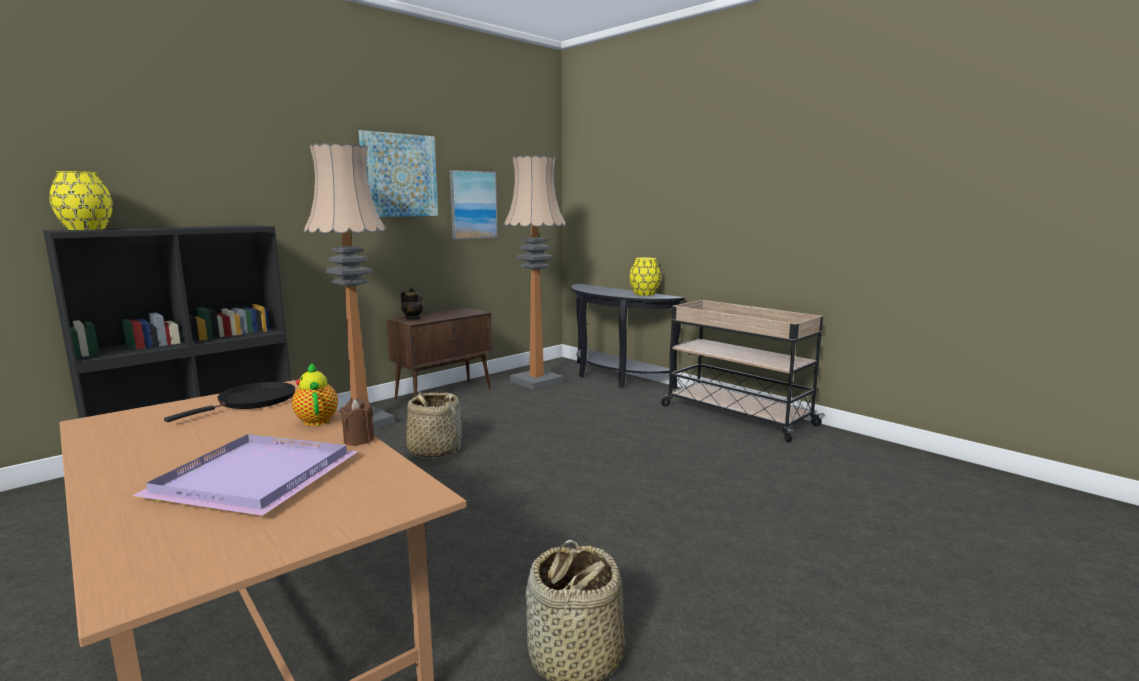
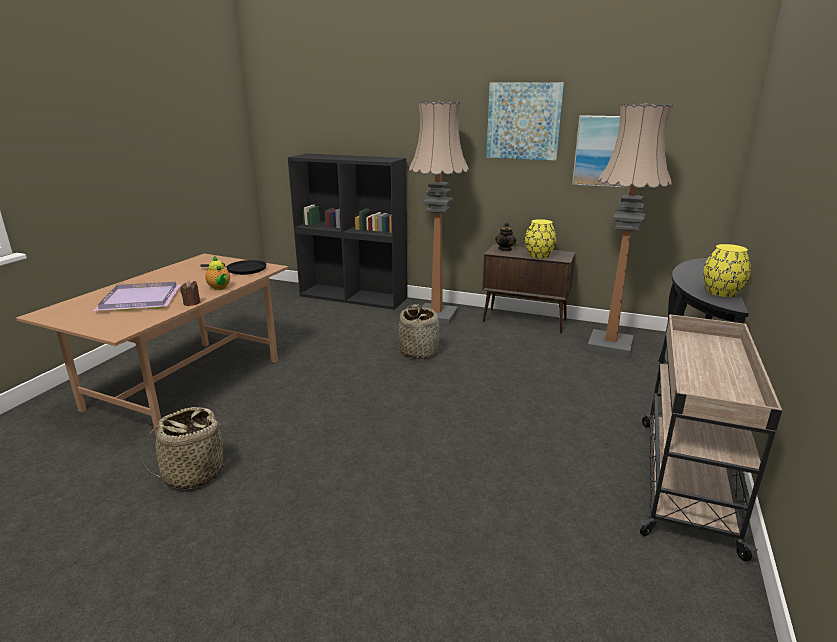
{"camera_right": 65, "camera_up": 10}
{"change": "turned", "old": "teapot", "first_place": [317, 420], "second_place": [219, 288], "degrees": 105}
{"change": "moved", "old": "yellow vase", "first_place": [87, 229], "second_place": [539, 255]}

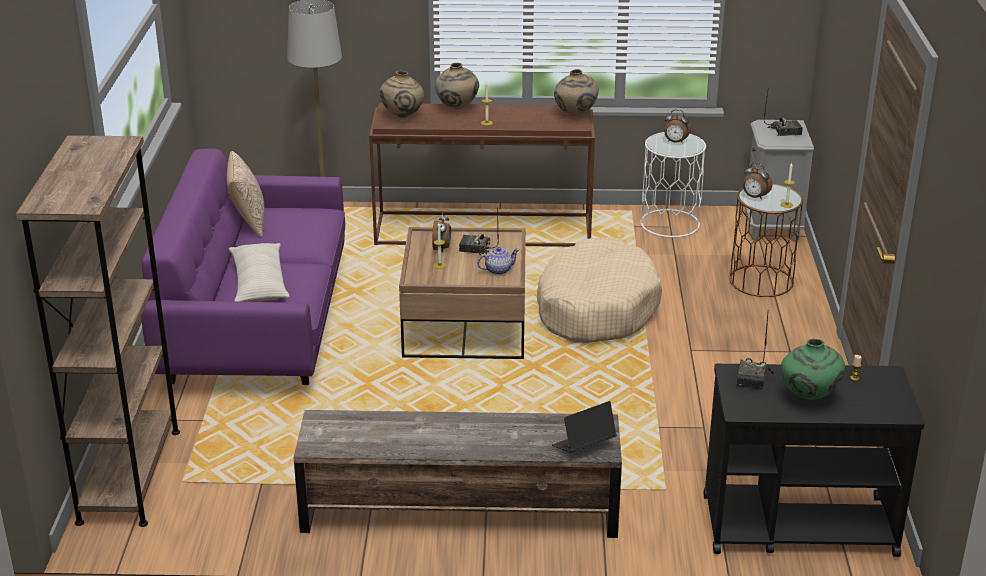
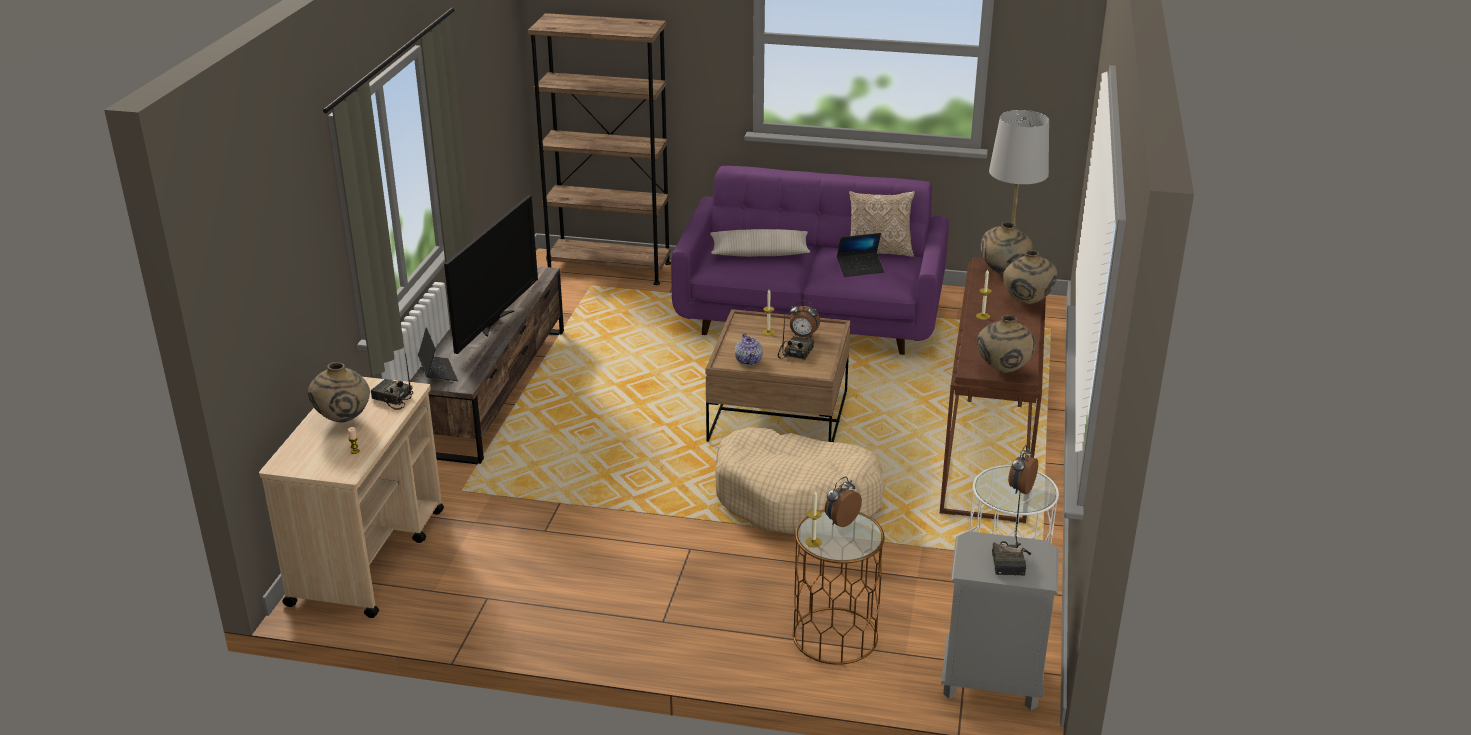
{"camera_right": 100, "camera_up": 0}
{"change": "recoloured", "old": "black cart", "new": "beige cart", "first_place": [797, 525], "second_place": [369, 555]}
{"change": "recoloured", "old": "green vase", "new": "beige vase", "first_place": [808, 398], "second_place": [343, 420]}
{"change": "added", "new": "television", "second_place": [495, 322]}
{"change": "added", "new": "laptop", "second_place": [860, 269]}

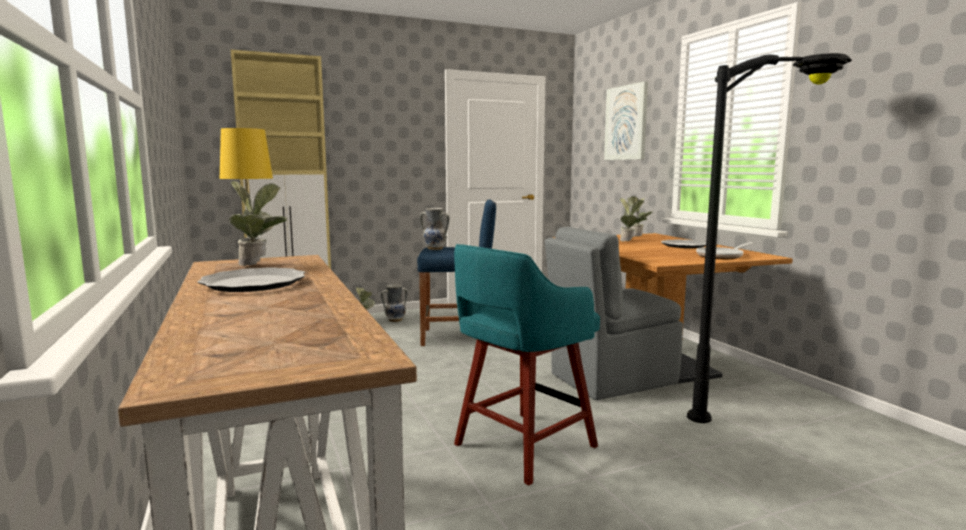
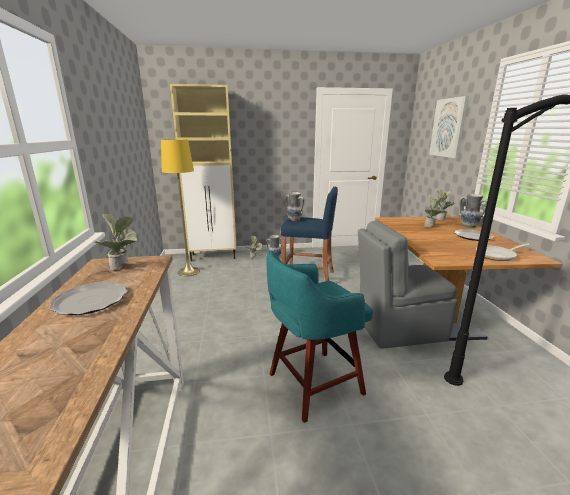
{"camera_right": 15, "camera_up": 10}
{"change": "added", "new": "vase", "second_place": [468, 226]}

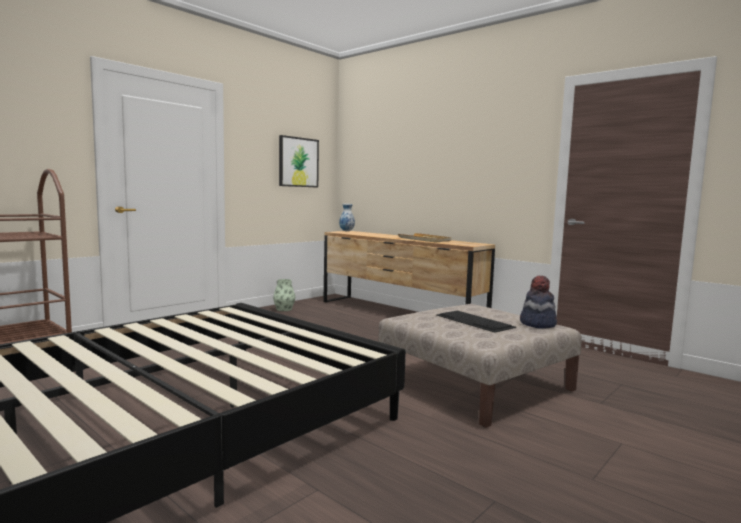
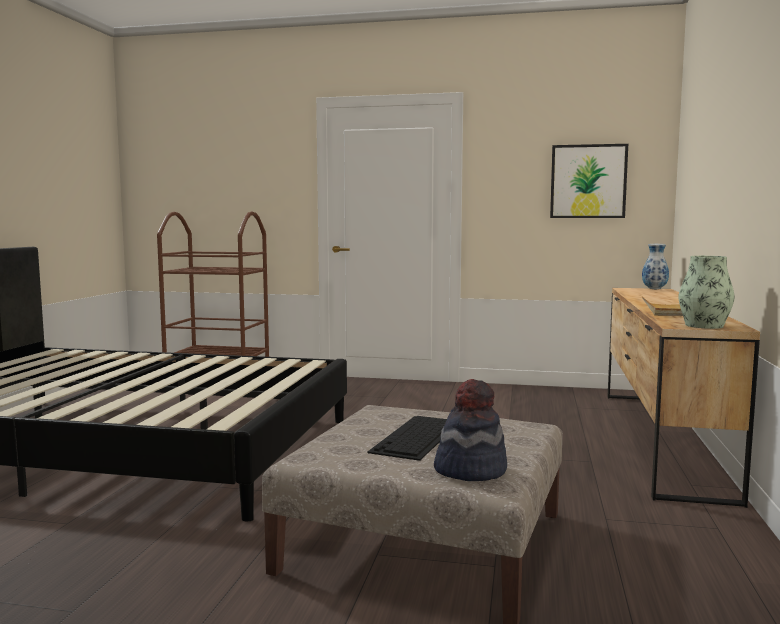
{"camera_right": 60, "camera_up": 0}
{"change": "moved", "old": "vase", "first_place": [284, 309], "second_place": [704, 325]}

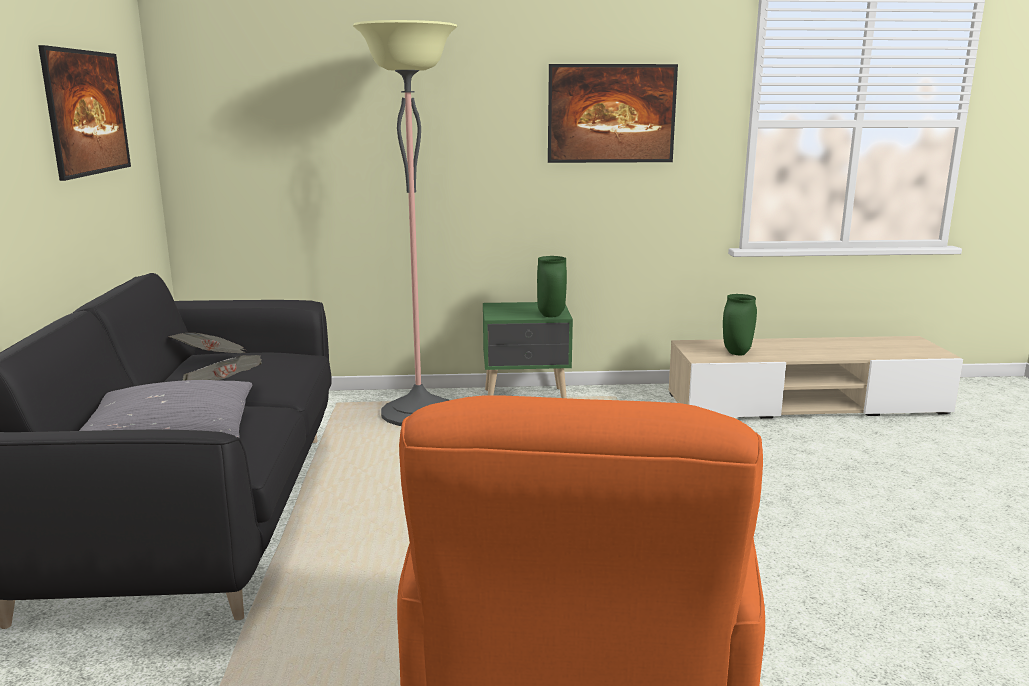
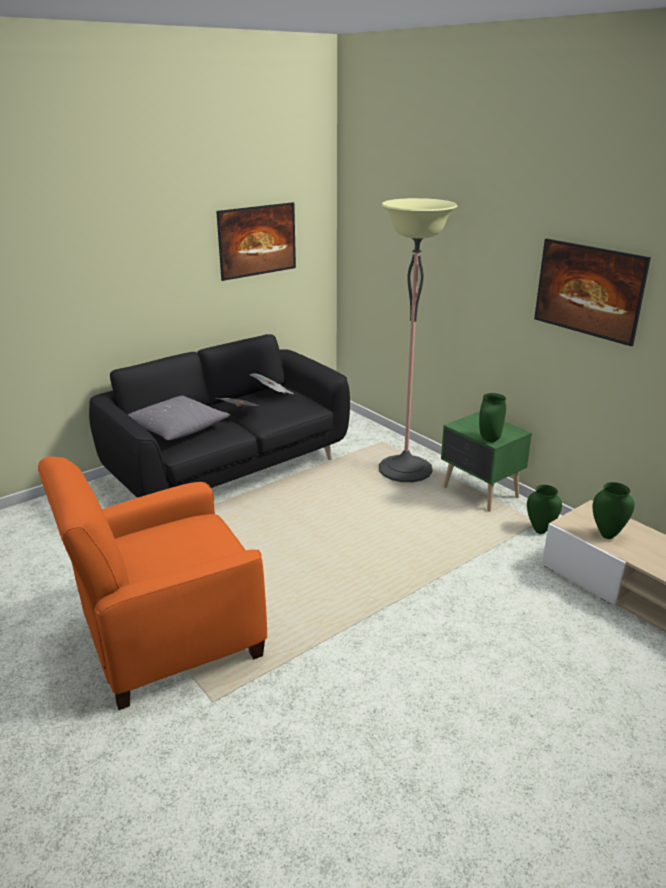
{"camera_right": 55, "camera_up": 10}
{"change": "added", "new": "green vase", "second_place": [540, 530]}

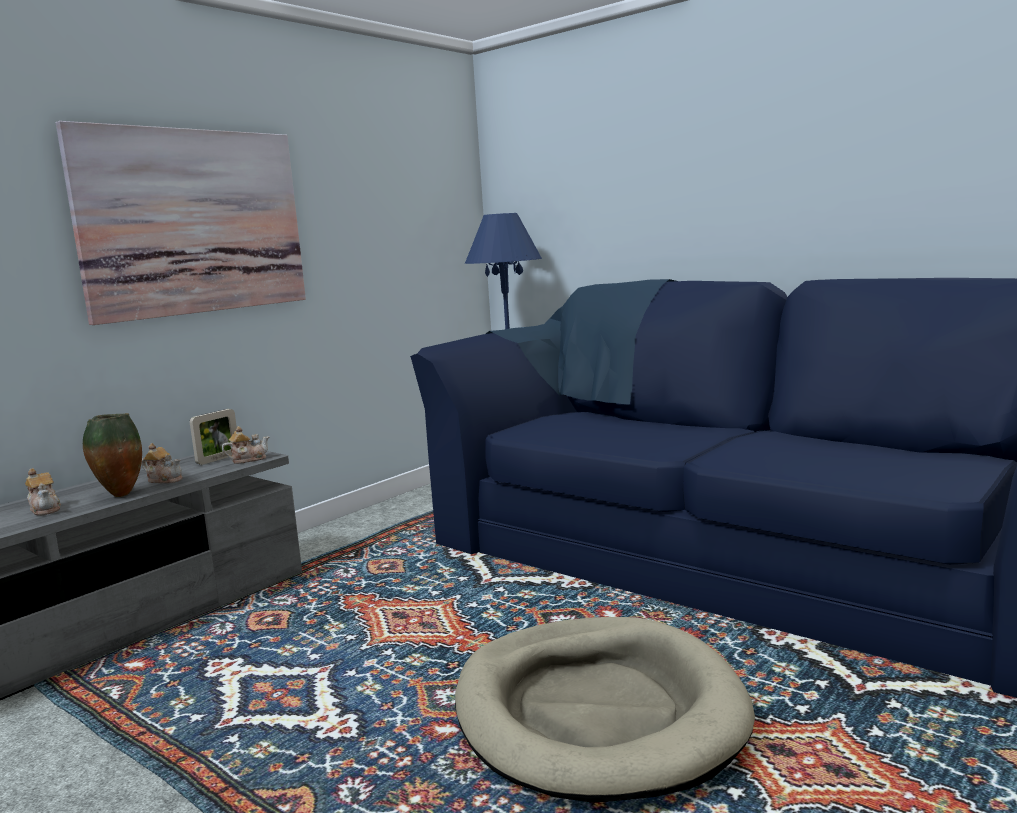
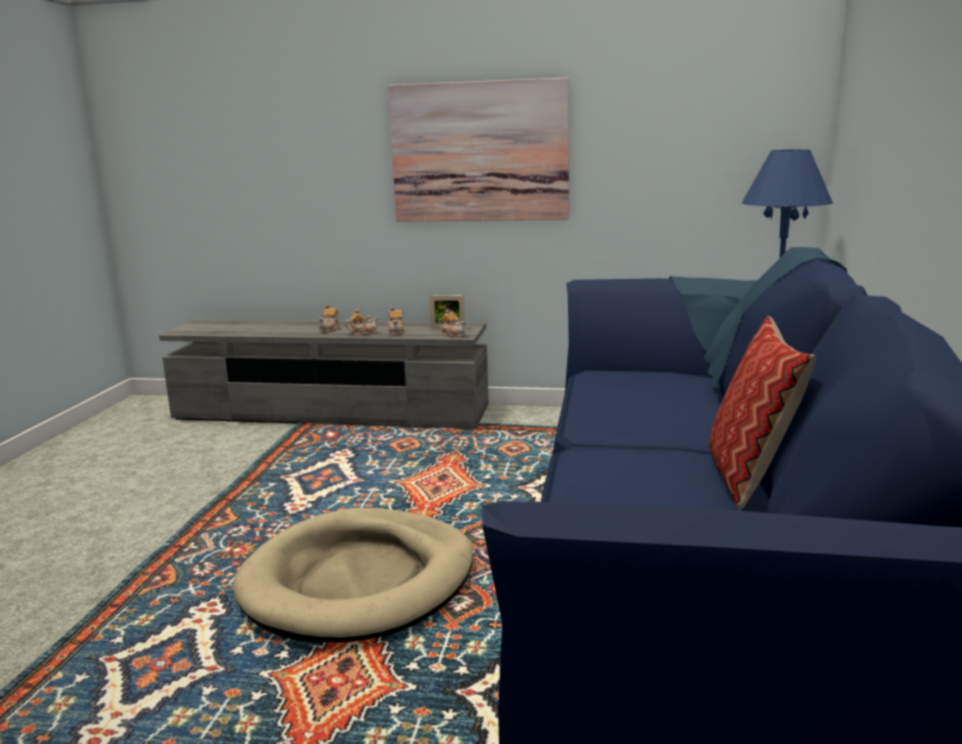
{"camera_right": 60, "camera_up": 5}
{"change": "replaced", "old": "vase", "new": "teapot", "first_place": [119, 495], "second_place": [362, 333]}
{"change": "added", "new": "pillow", "second_place": [749, 476]}

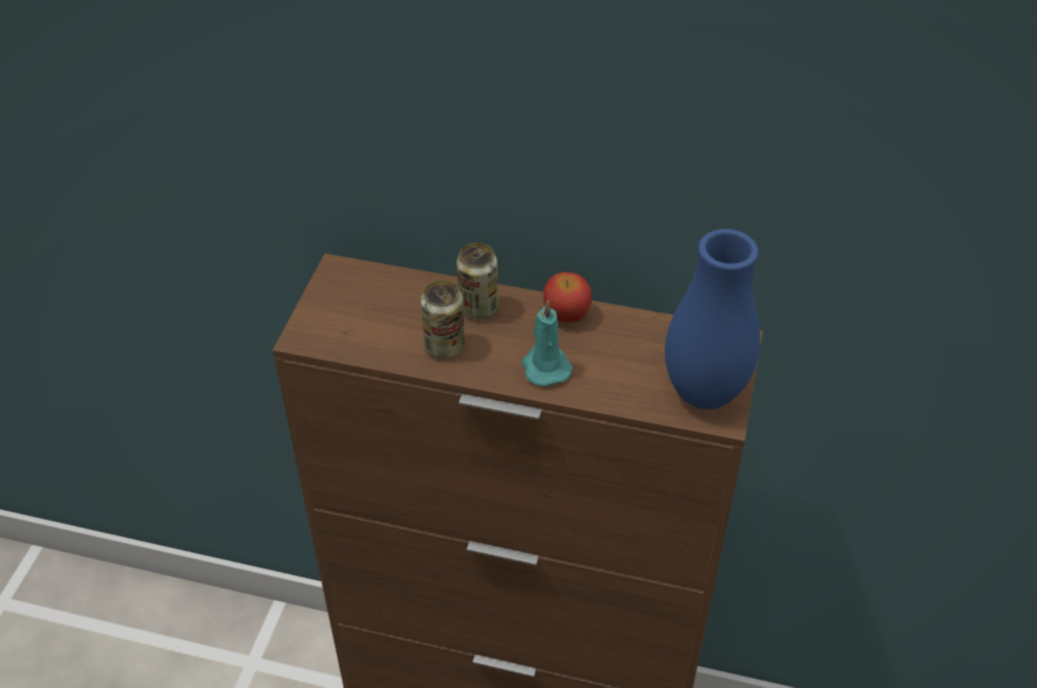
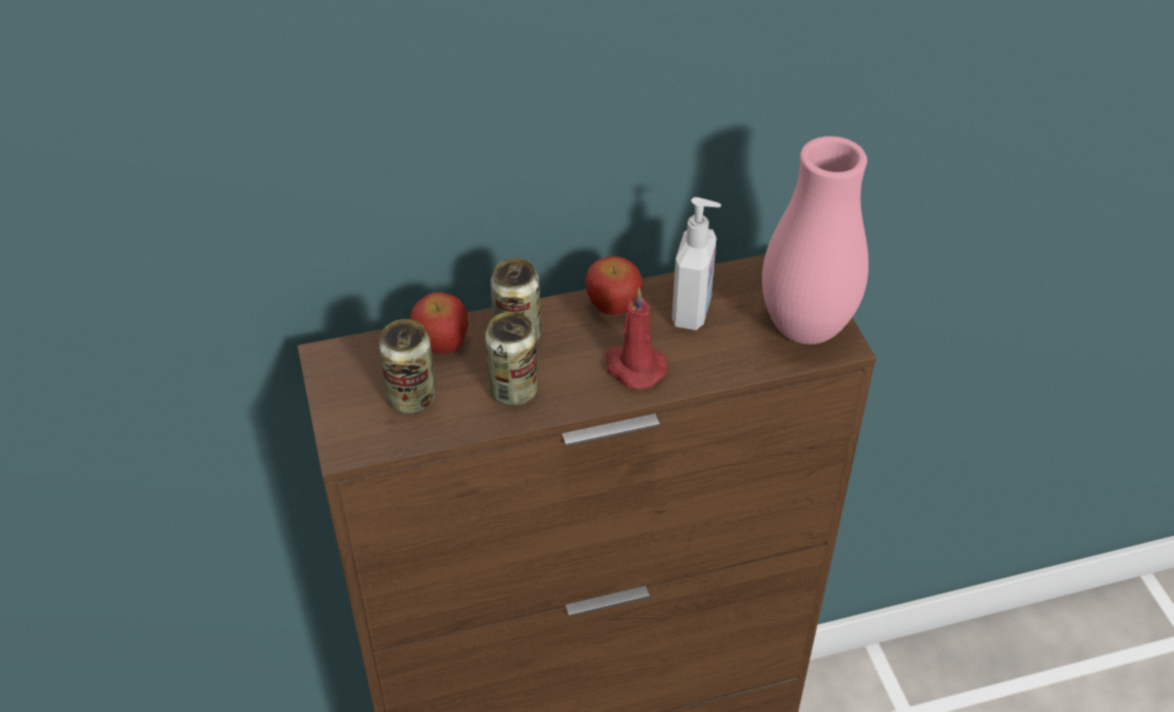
{"camera_right": -30, "camera_up": 0}
{"change": "added", "new": "can", "second_place": [411, 398]}
{"change": "added", "new": "apple", "second_place": [441, 343]}
{"change": "recoloured", "old": "turquoise candle", "new": "red candle", "first_place": [545, 366], "second_place": [633, 367]}
{"change": "added", "new": "soap dispenser", "second_place": [693, 311]}
{"change": "recoloured", "old": "blue vase", "new": "pink vase", "first_place": [704, 393], "second_place": [805, 328]}

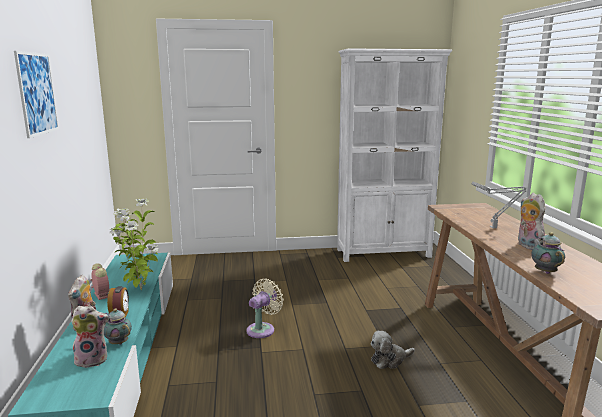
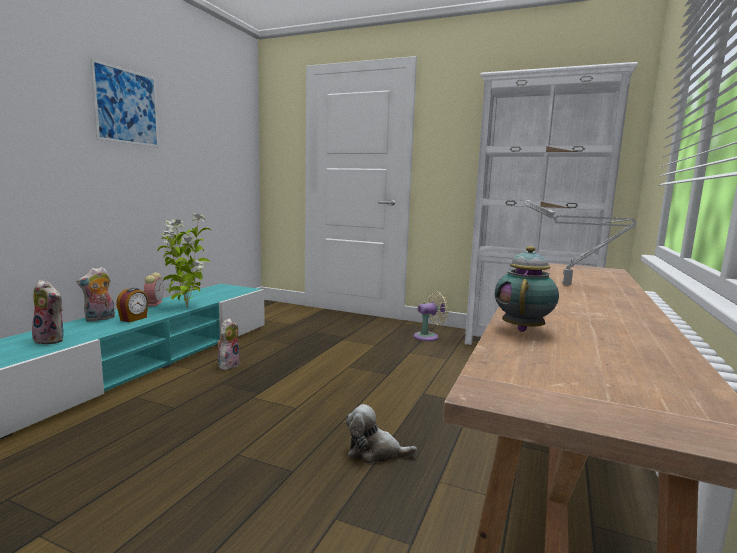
{"camera_right": 30, "camera_up": -5}
{"change": "moved", "old": "plush toy", "first_place": [527, 246], "second_place": [228, 365]}
{"change": "moved", "old": "beige fan", "first_place": [262, 329], "second_place": [428, 337]}
{"change": "removed", "old": "teapot", "first_place": [118, 342]}

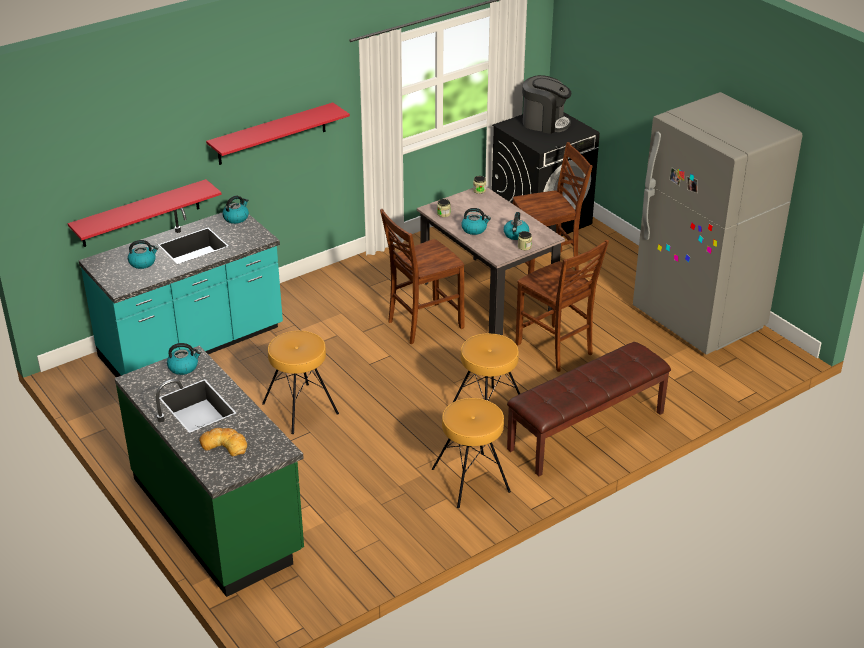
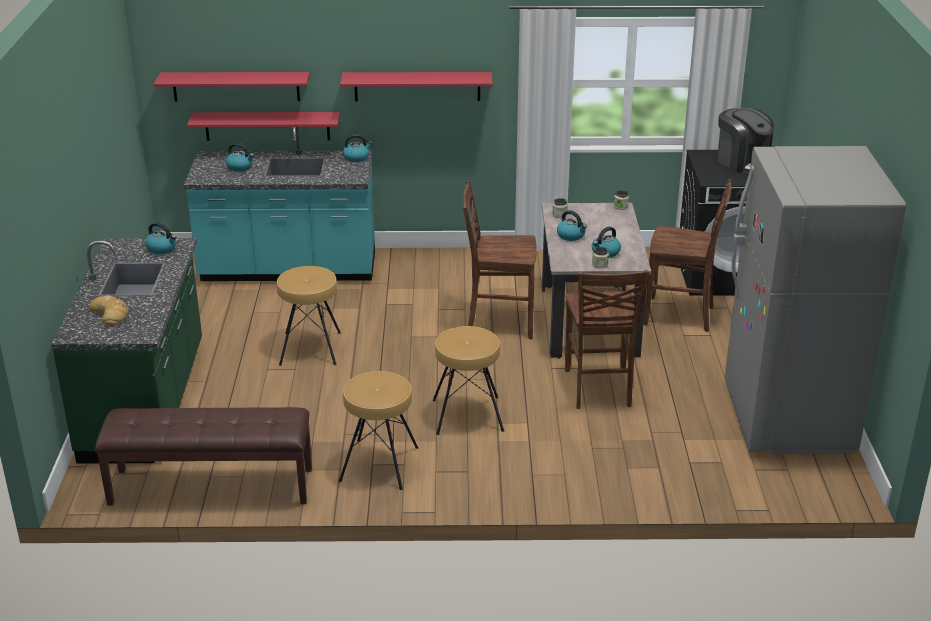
{"camera_right": 35, "camera_up": -5}
{"change": "moved", "old": "brown bench", "first_place": [587, 431], "second_place": [210, 487]}
{"change": "added", "new": "red shelf", "second_place": [236, 86]}

